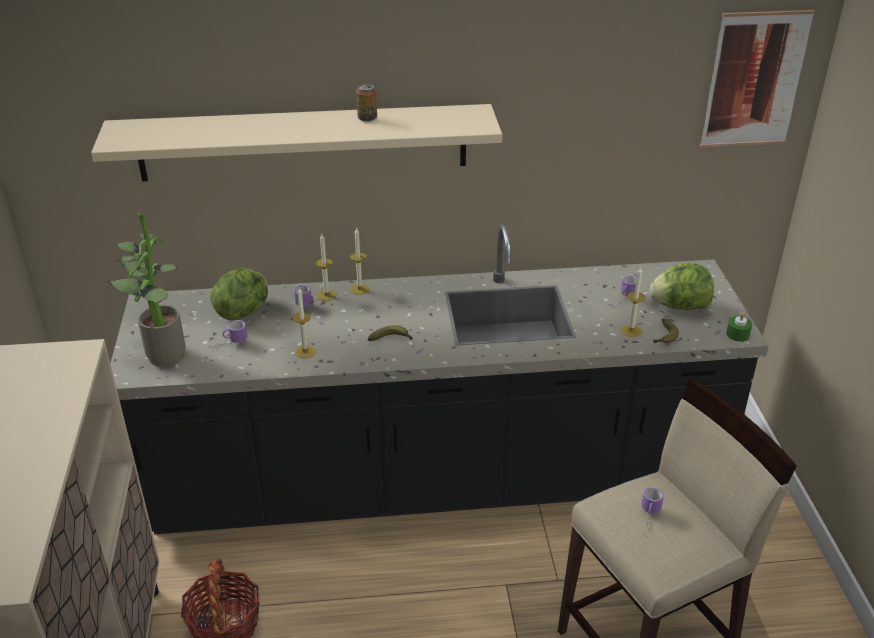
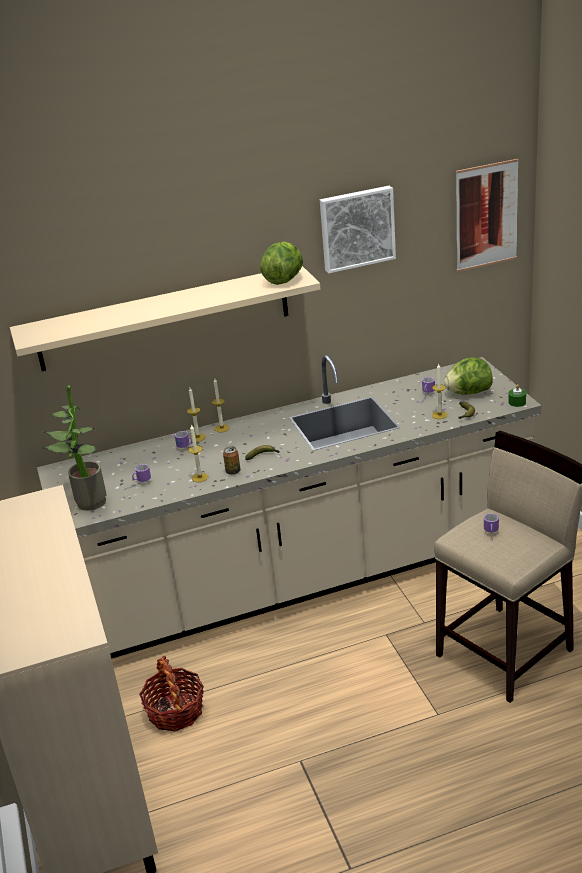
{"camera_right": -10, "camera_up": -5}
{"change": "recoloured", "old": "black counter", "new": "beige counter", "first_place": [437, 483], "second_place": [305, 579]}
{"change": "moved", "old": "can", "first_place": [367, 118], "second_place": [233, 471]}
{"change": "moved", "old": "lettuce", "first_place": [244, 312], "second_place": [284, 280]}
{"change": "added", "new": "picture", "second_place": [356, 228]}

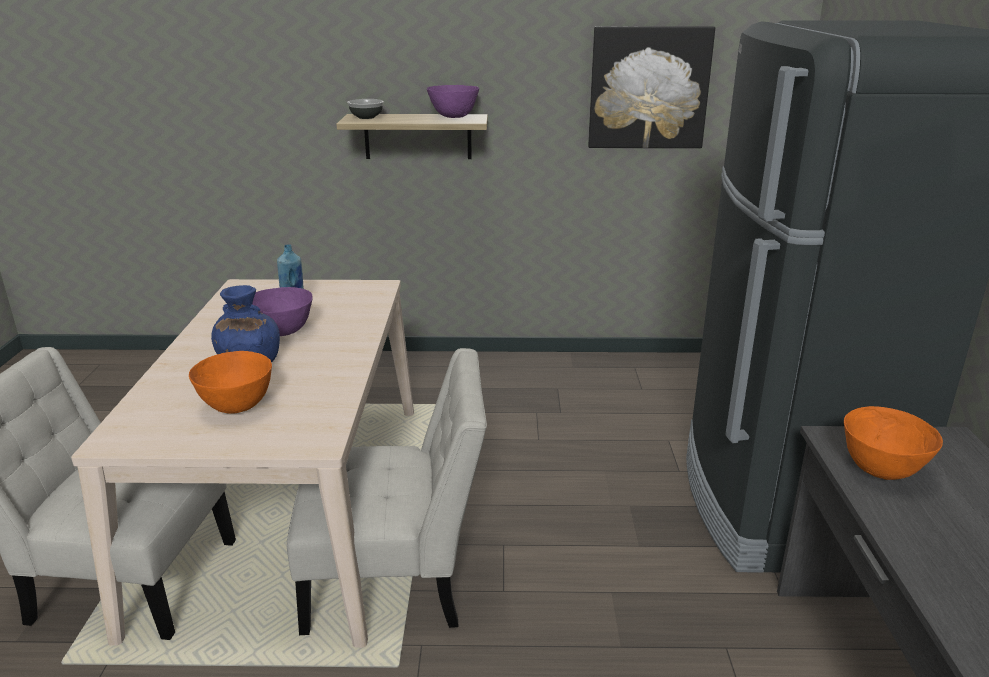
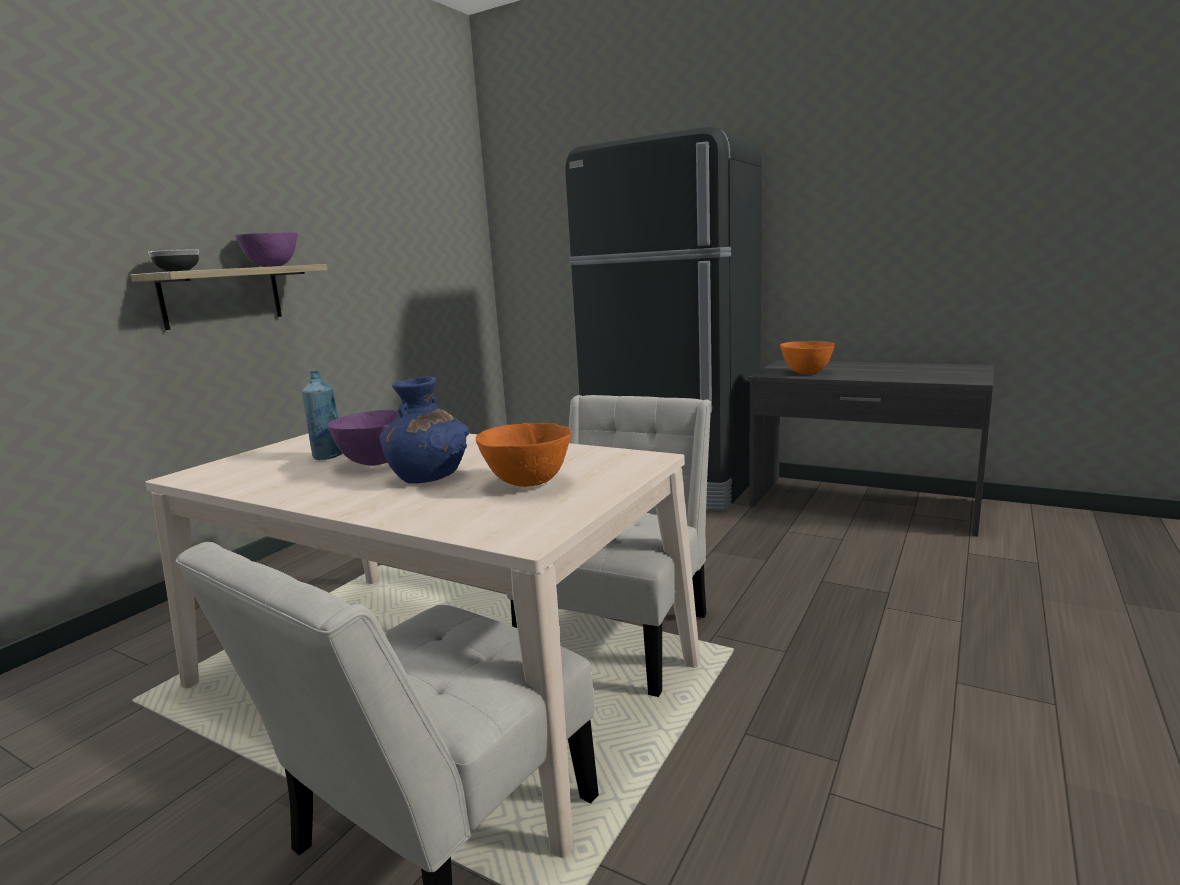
{"camera_right": -60, "camera_up": -10}
{"change": "removed", "old": "picture", "first_place": [648, 88]}

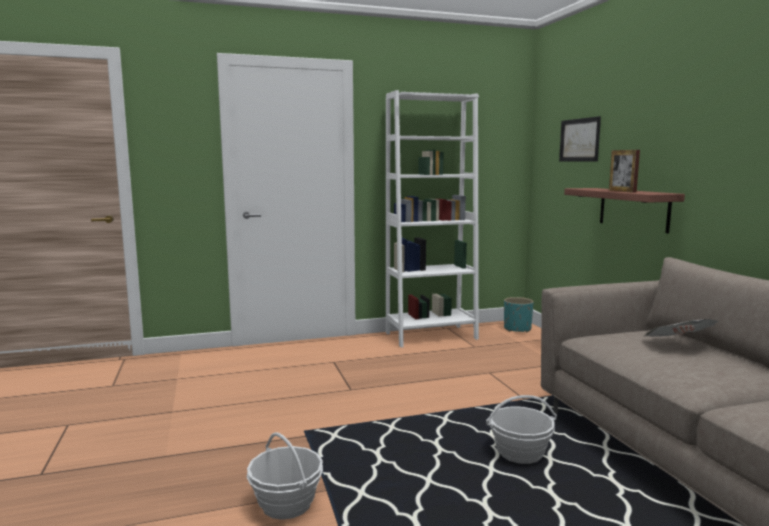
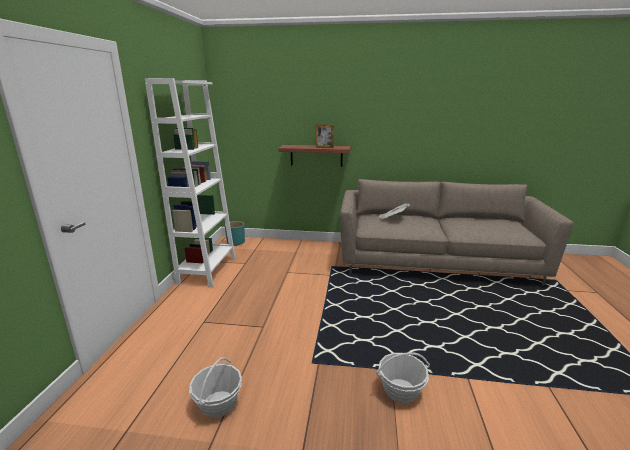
{"camera_right": -65, "camera_up": 10}
{"change": "moved", "old": "basket", "first_place": [520, 454], "second_place": [218, 404]}
{"change": "removed", "old": "picture", "first_place": [579, 140]}

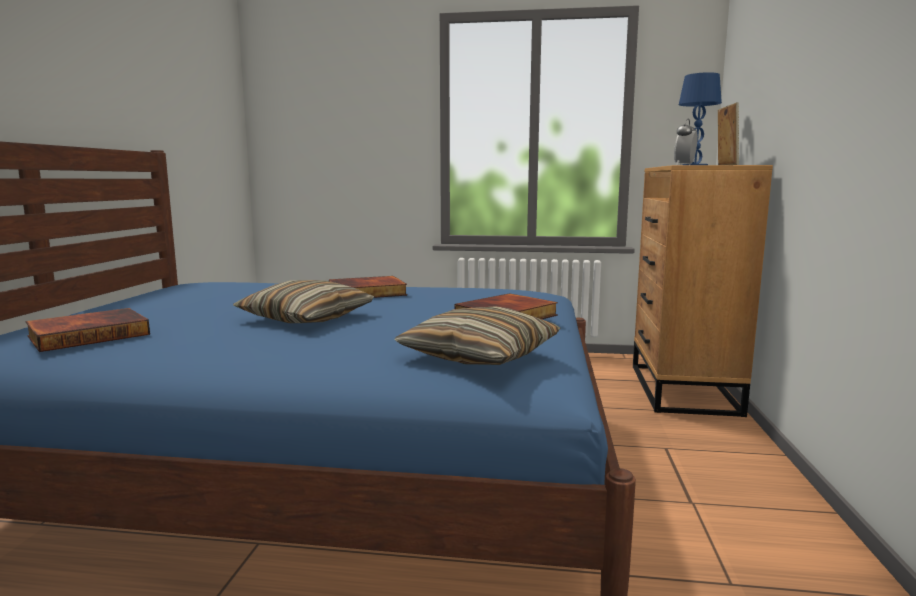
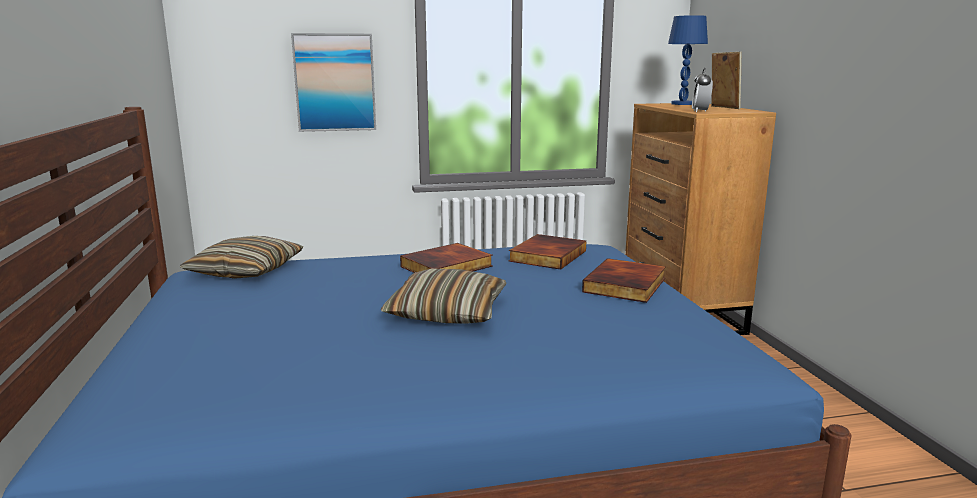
{"camera_right": -20, "camera_up": 5}
{"change": "moved", "old": "pillow", "first_place": [480, 355], "second_place": [246, 271]}
{"change": "added", "new": "picture", "second_place": [335, 82]}
{"change": "moved", "old": "book", "first_place": [89, 334], "second_place": [546, 255]}

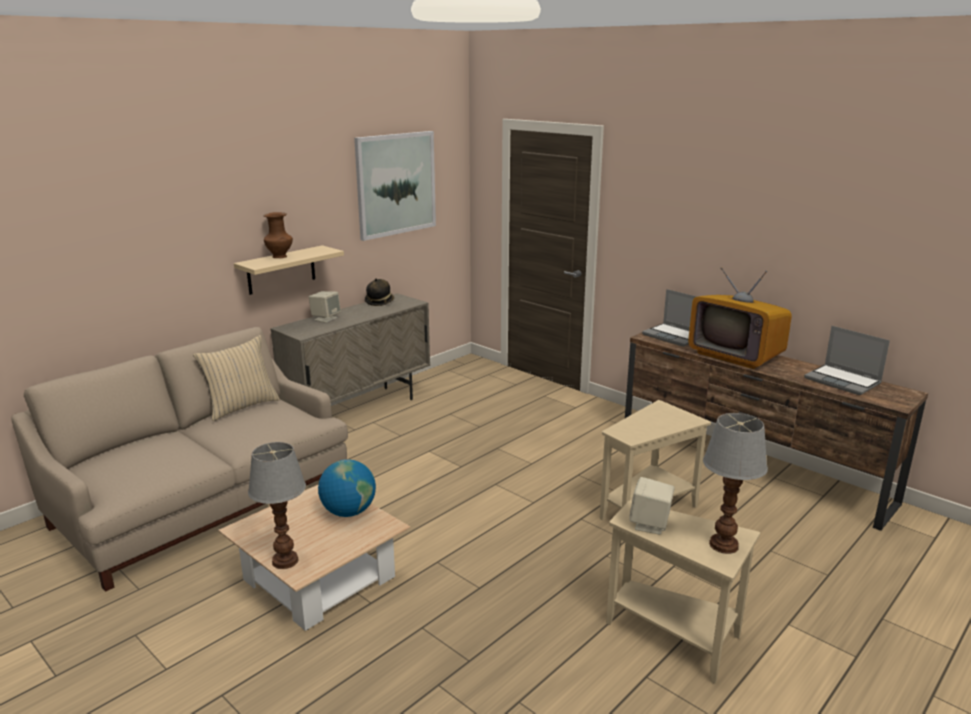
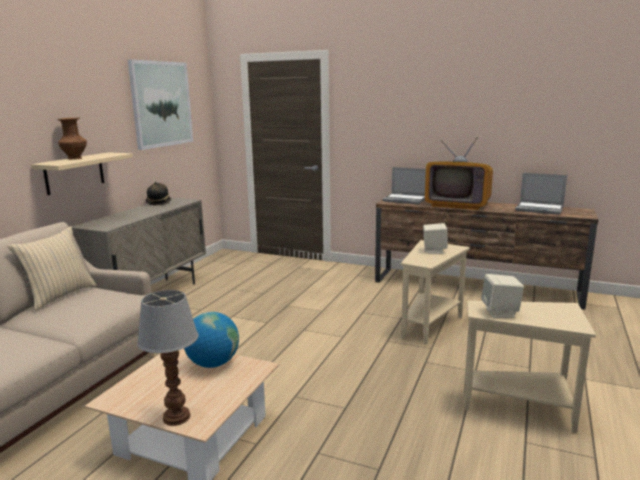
{"camera_right": -20, "camera_up": -5}
{"change": "moved", "old": "beige speaker", "first_place": [325, 318], "second_place": [434, 251]}
{"change": "removed", "old": "table lamp", "first_place": [723, 544]}

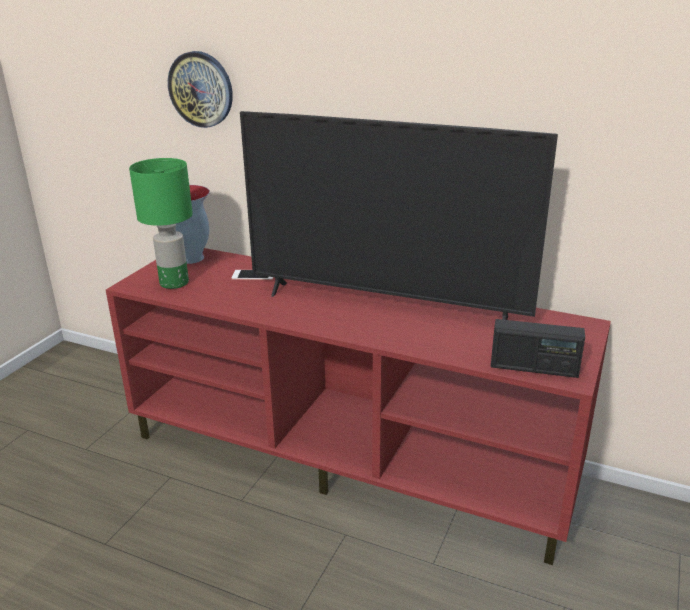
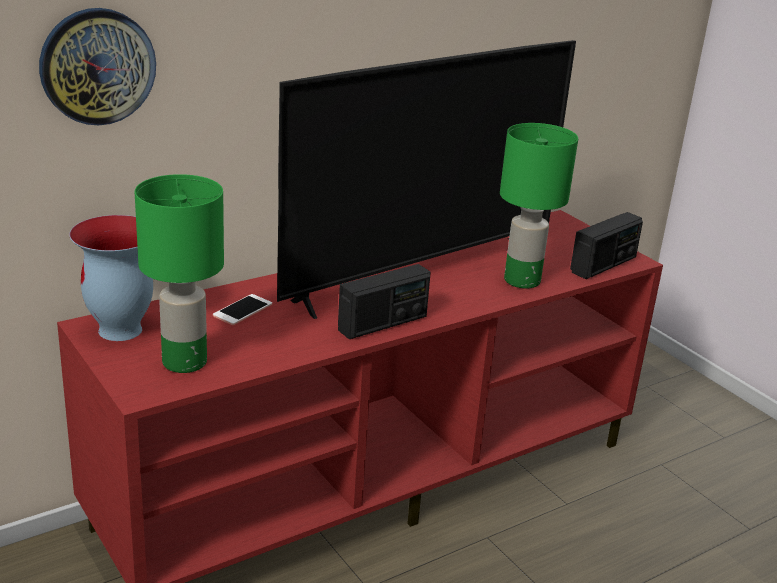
{"camera_right": -60, "camera_up": 0}
{"change": "added", "new": "radio", "second_place": [383, 323]}
{"change": "added", "new": "green table lamp", "second_place": [521, 281]}

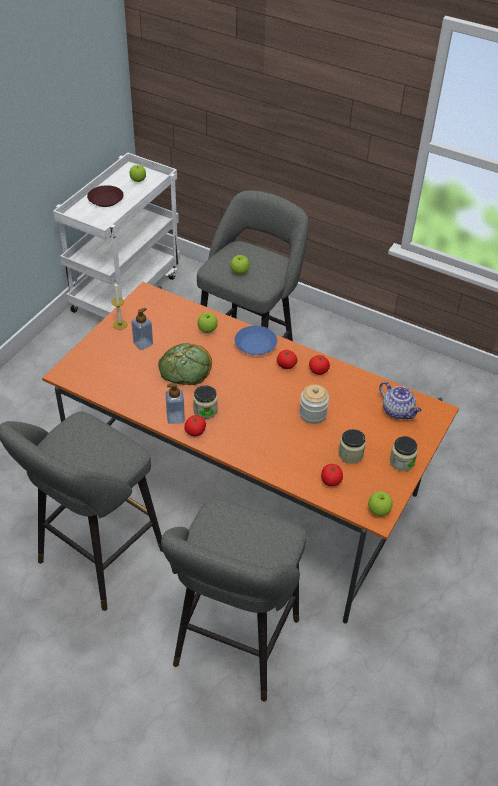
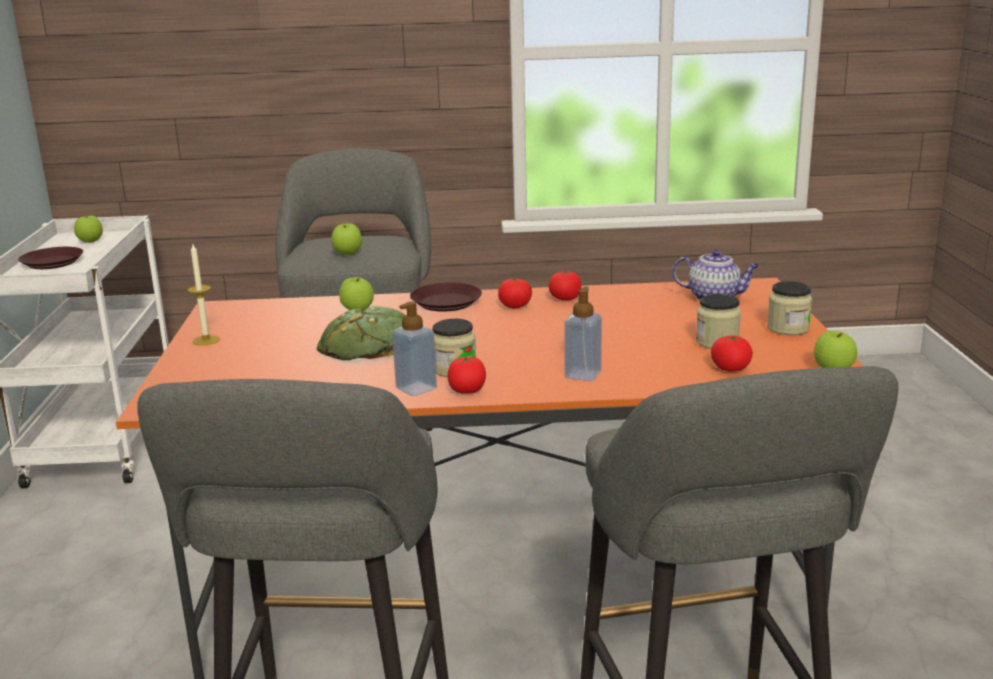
{"camera_right": -30, "camera_up": -25}
{"change": "recoloured", "old": "blue plate", "new": "brown plate", "first_place": [255, 344], "second_place": [445, 303]}
{"change": "moved", "old": "soap dispenser", "first_place": [143, 343], "second_place": [583, 374]}
{"change": "removed", "old": "jar", "first_place": [312, 414]}

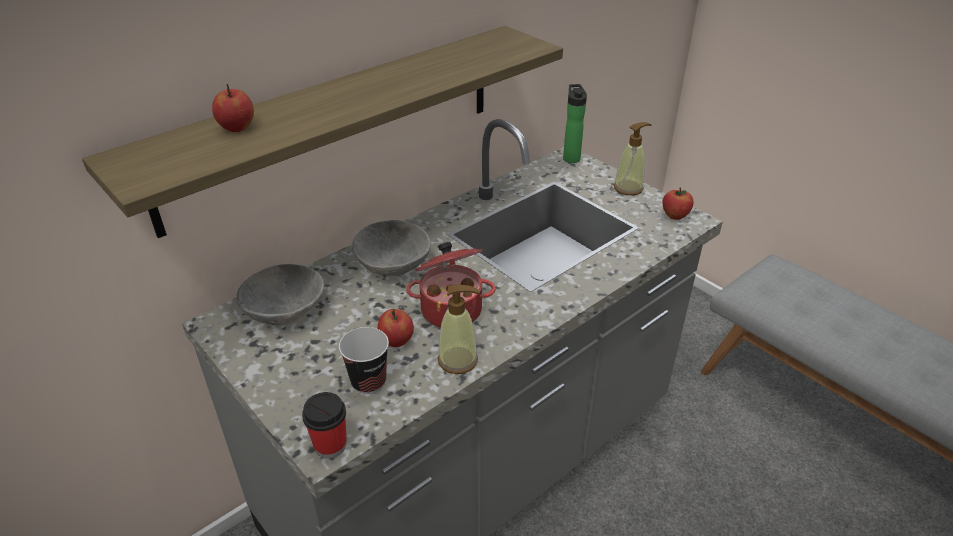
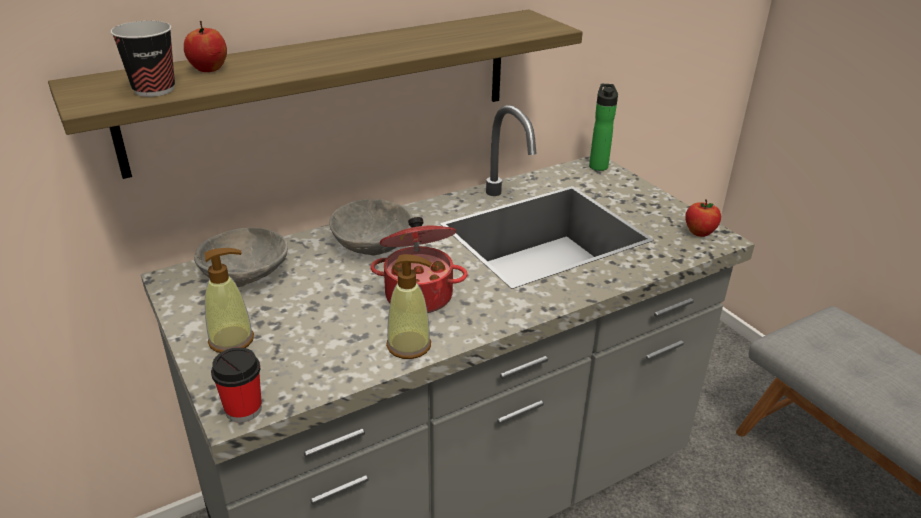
{"camera_right": 10, "camera_up": -5}
{"change": "moved", "old": "cup", "first_place": [368, 382], "second_place": [154, 90]}
{"change": "moved", "old": "soap dispenser", "first_place": [628, 188], "second_place": [232, 340]}
{"change": "removed", "old": "apple", "first_place": [396, 341]}

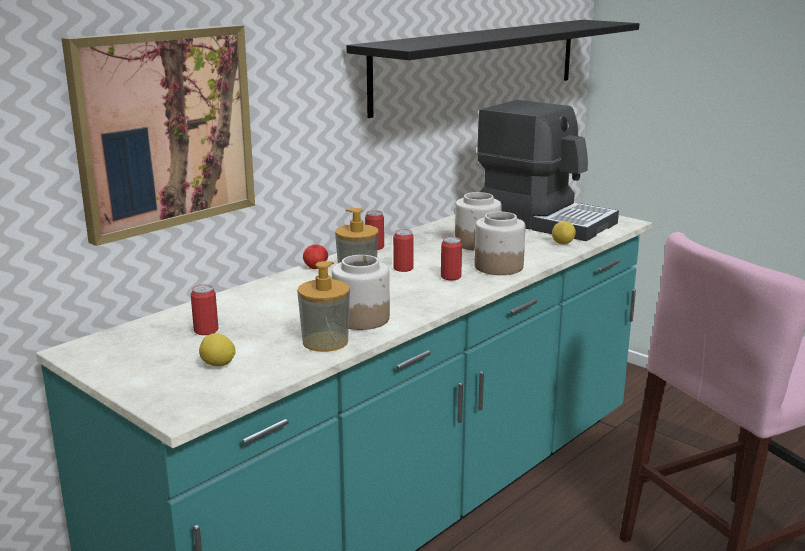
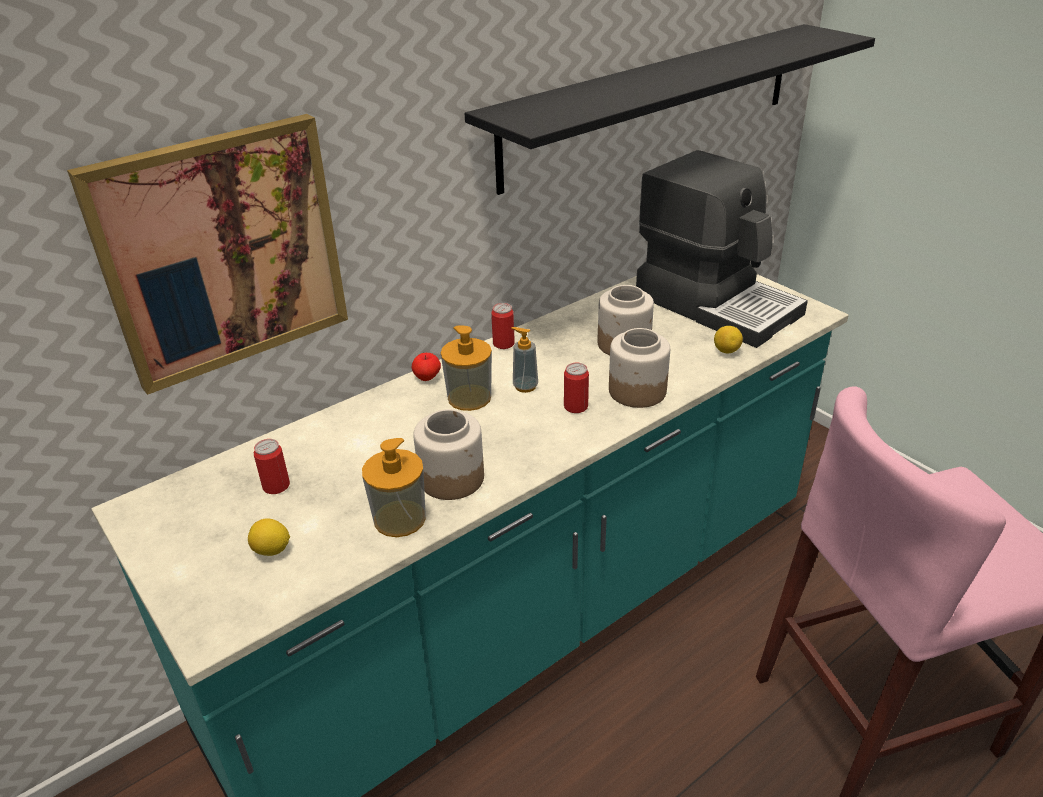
{"camera_right": 10, "camera_up": 15}
{"change": "replaced", "old": "can", "new": "soap dispenser", "first_place": [403, 268], "second_place": [525, 386]}

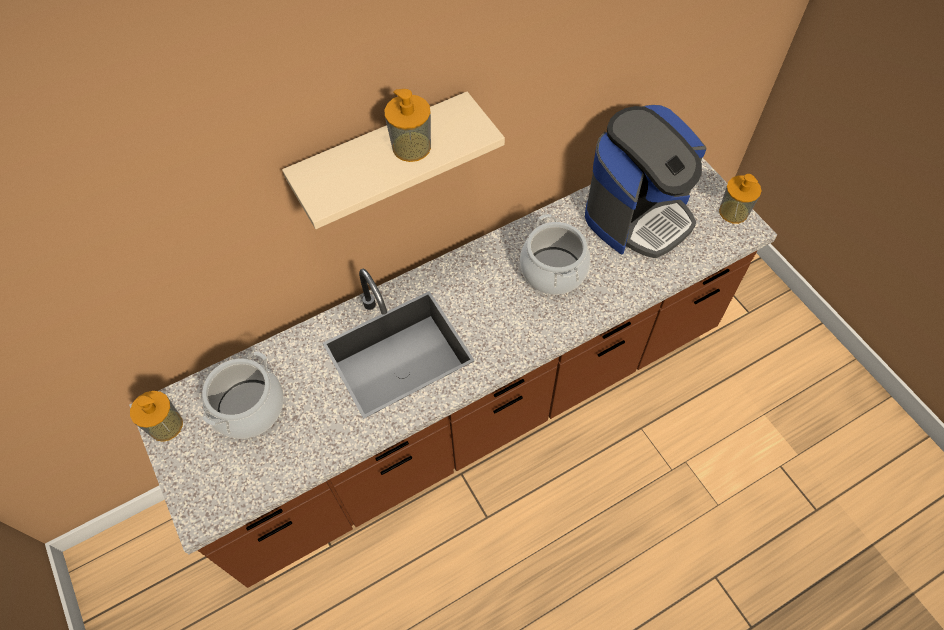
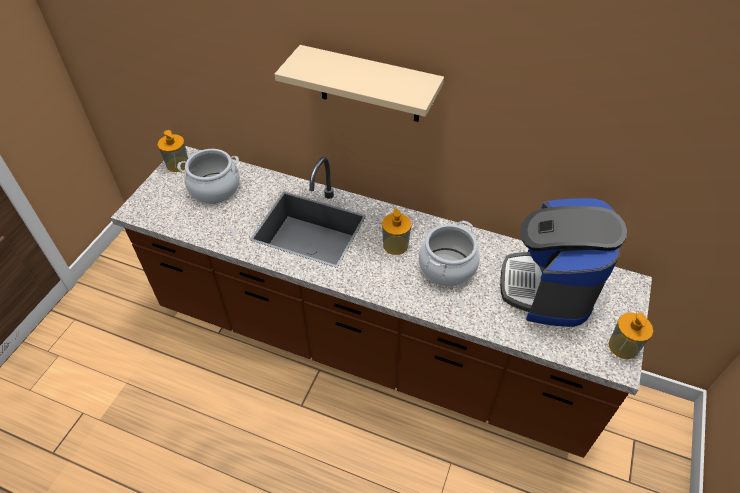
{"camera_right": 50, "camera_up": -10}
{"change": "moved", "old": "soap dispenser", "first_place": [411, 147], "second_place": [395, 245]}
{"change": "turned", "old": "coffee machine", "first_place": [638, 215], "second_place": [548, 288], "degrees": 90}

